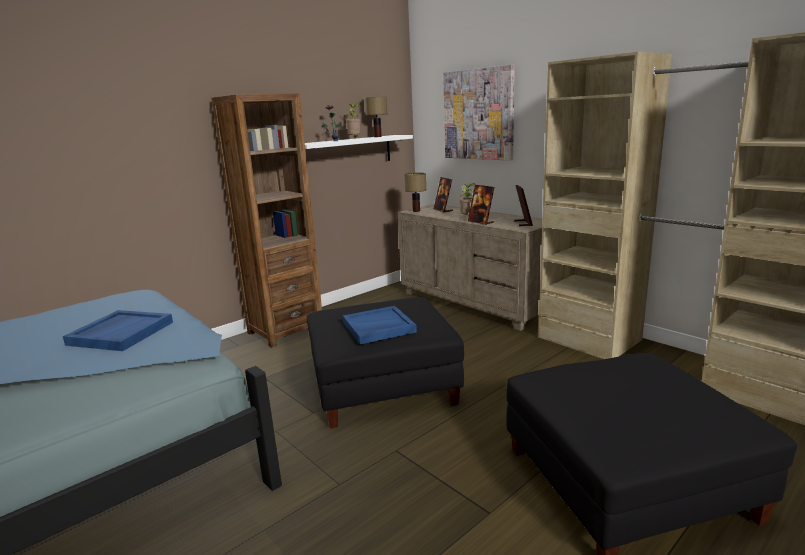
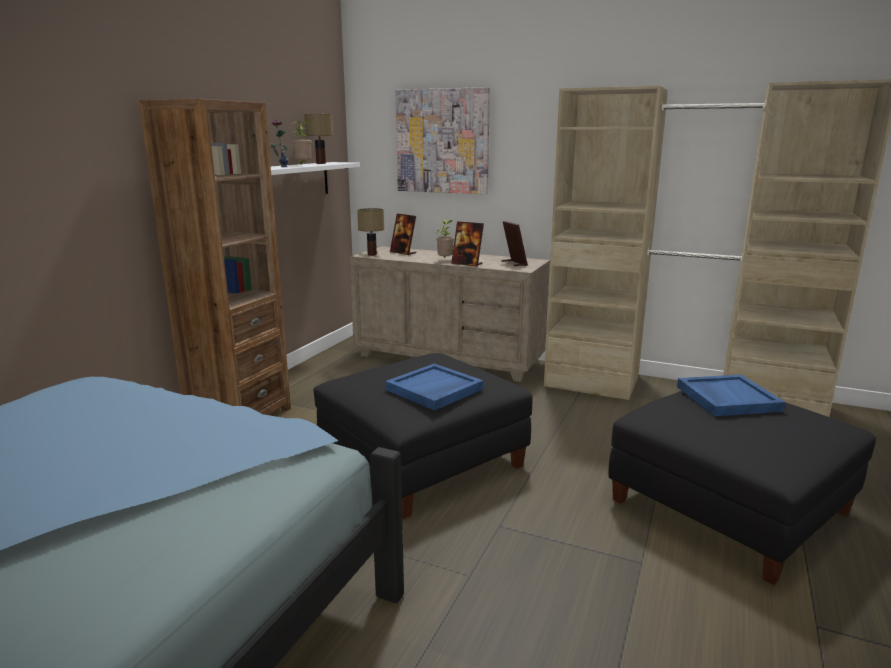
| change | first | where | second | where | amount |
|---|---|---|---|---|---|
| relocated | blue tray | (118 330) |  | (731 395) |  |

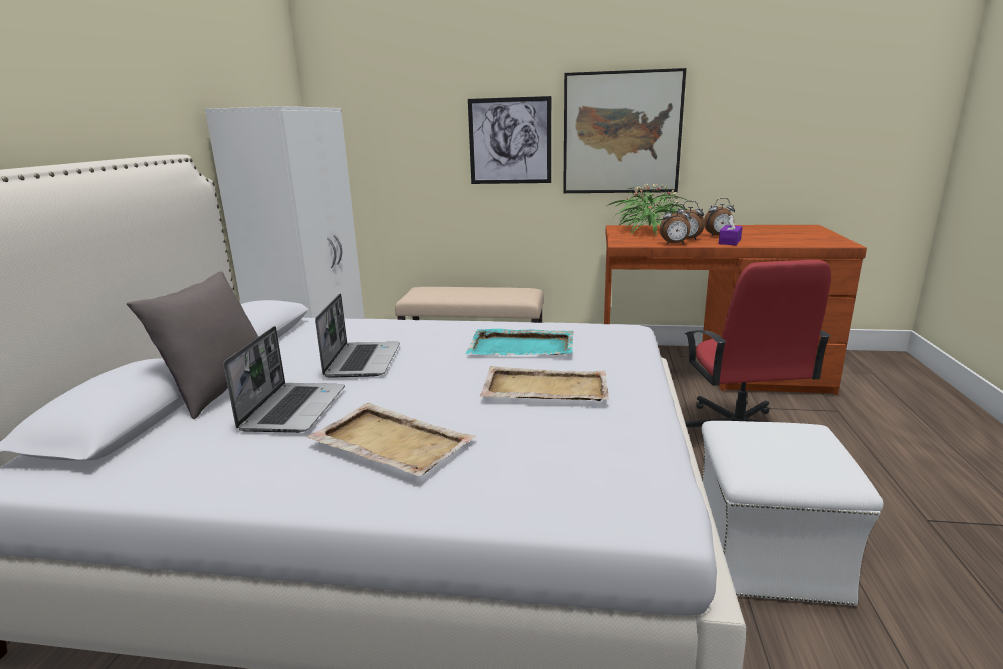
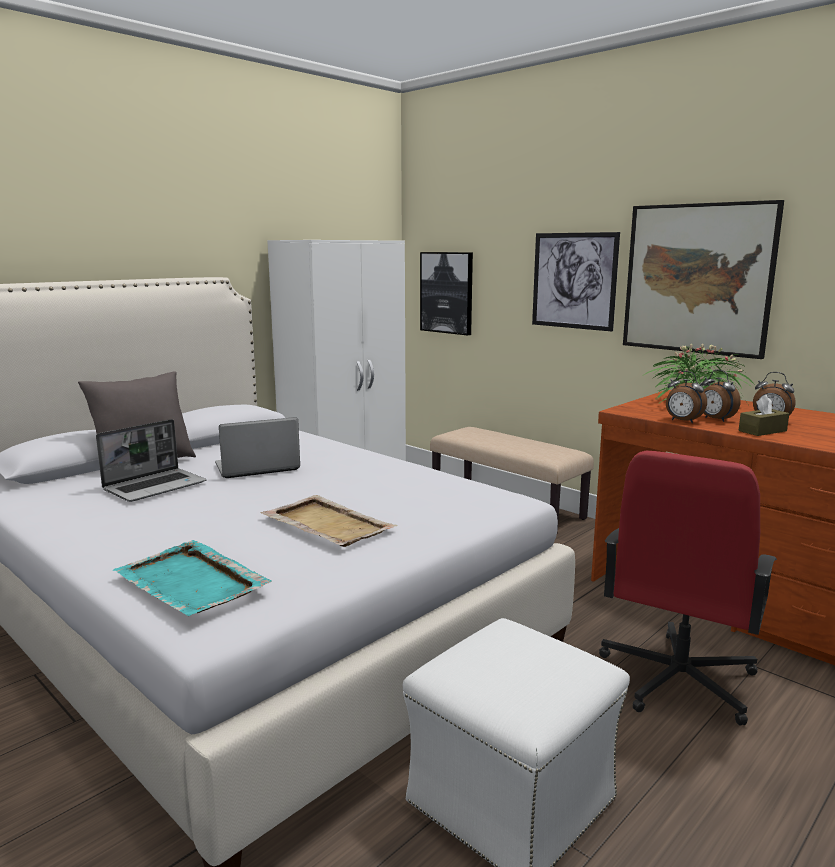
| change | first | where | second | where | amount |
|---|---|---|---|---|---|
| relocated | turquoise tray | (520 342) |  | (192 578) |  |
| spun | laptop | (357 336) |  | (257 447) | 150 degrees counterclockwise |
| appeared |  |  | picture | (446 293) |  |
| colour | purple tissue box | (731 229) | brown tissue box | (764 415) |  |
| missing | beige tray | (391 439) |  |  |  |

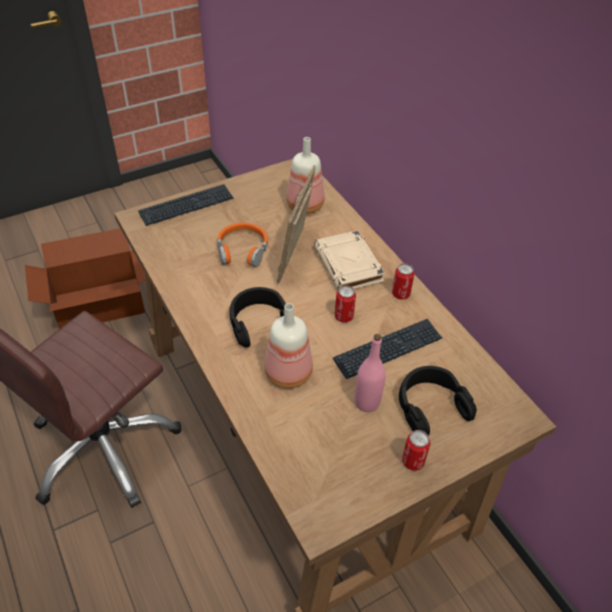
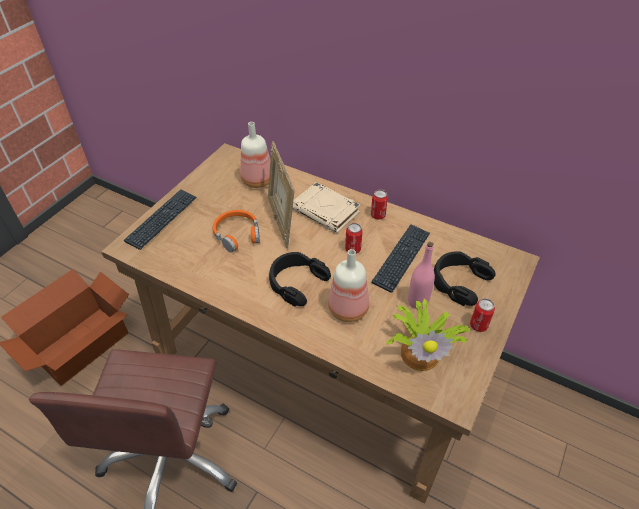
| change | first | where | second | where | amount |
|---|---|---|---|---|---|
| appeared |  |  | potted plant | (427 335) |  |

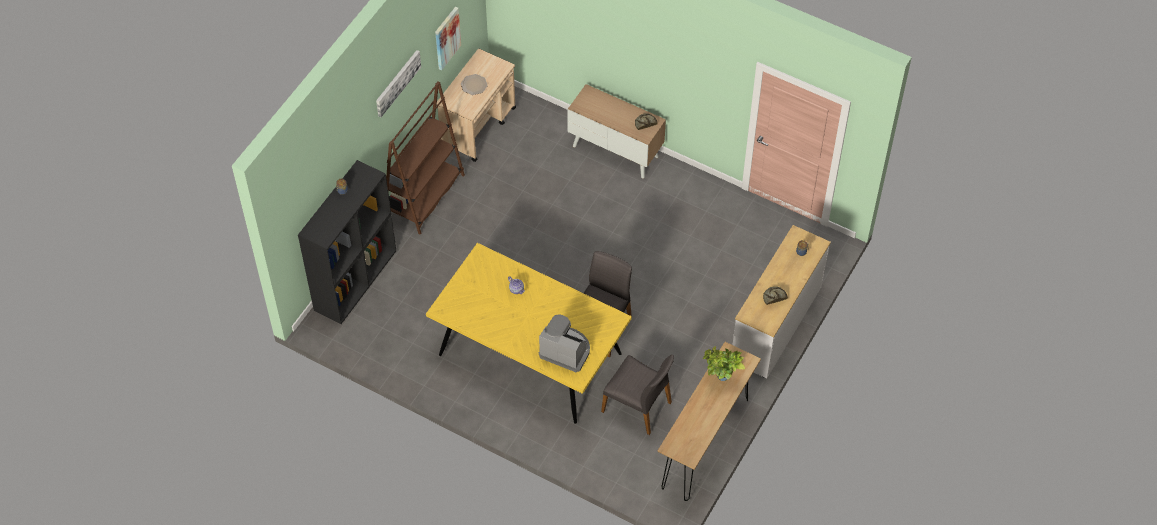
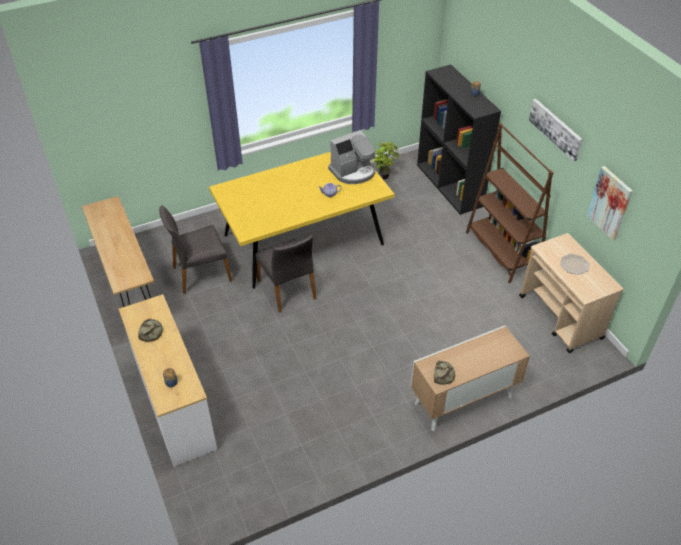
| change | first | where | second | where | amount |
|---|---|---|---|---|---|
| relocated | coffee machine | (564 343) |  | (351 157) |  |
| relocated | potted plant | (724 363) |  | (385 160) |  |

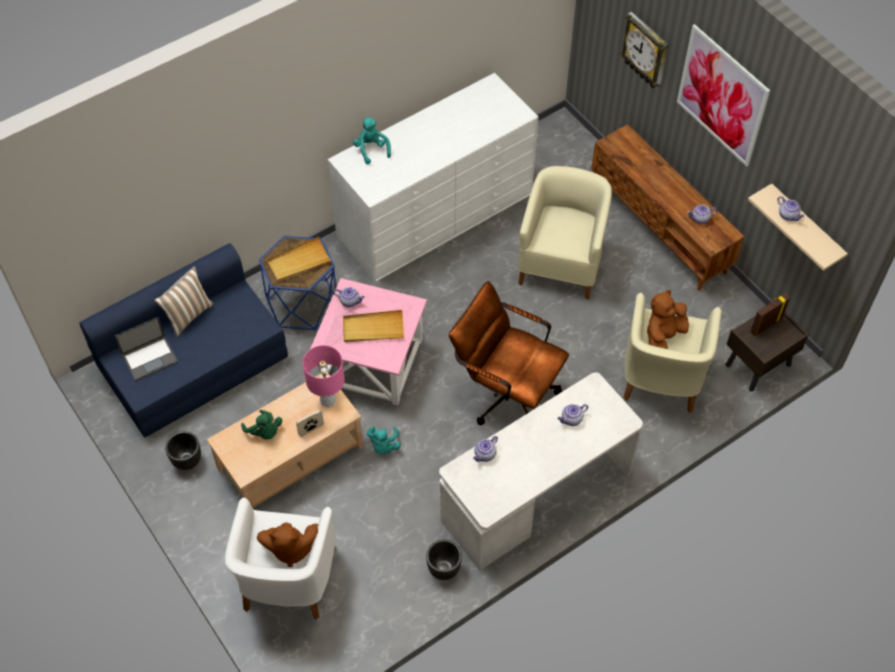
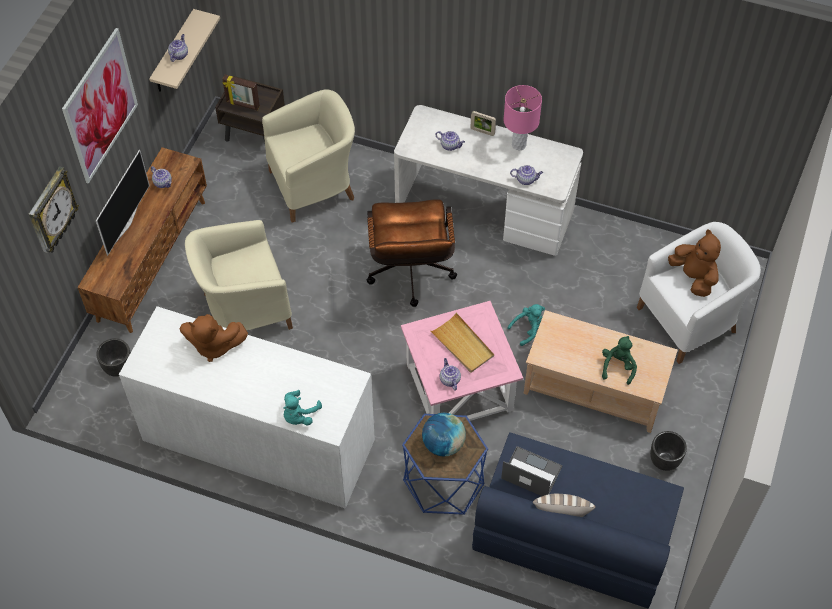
| change | first | where | second | where | amount |
|---|---|---|---|---|---|
| appeared |  |  | television | (123 203) |  |
| relocated | black planter | (444 560) |  | (113 357) |  |
| relocated | brown plush toy | (668 319) |  | (214 338) |  |
| exchanged | beige tray | (299 259) | globe | (444 435) |  |
| relocated | picture frame | (310 423) |  | (483 123) |  |
| relocated | laptop | (146 349) |  | (532 471) |  |
| relocated | pink table lamp | (324 376) |  | (522 118) |  |

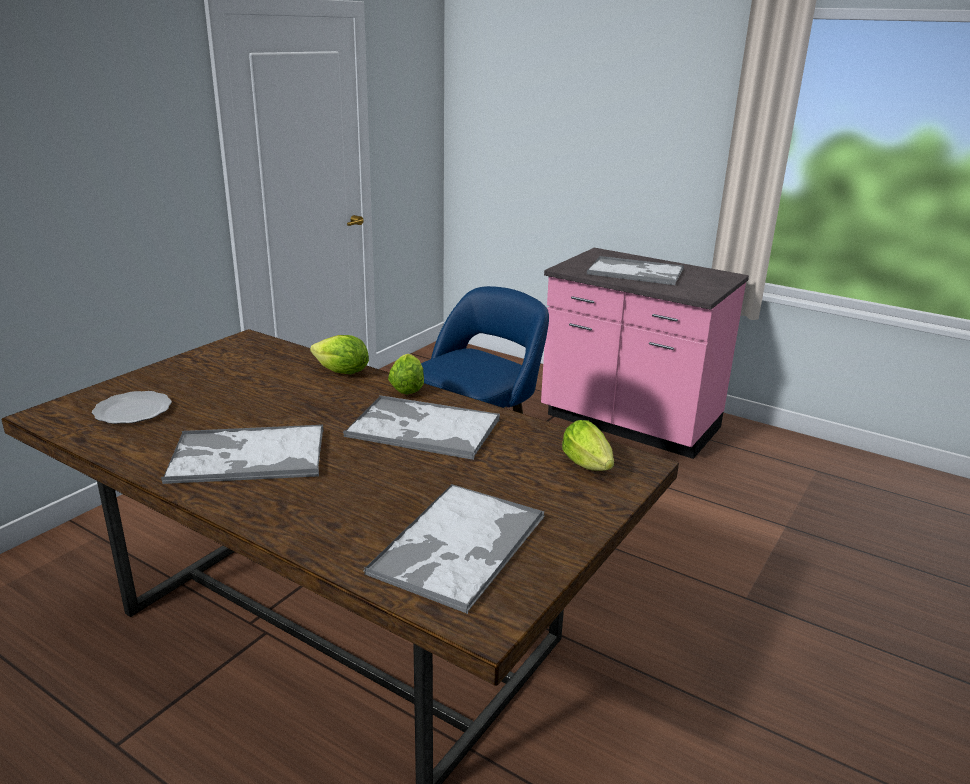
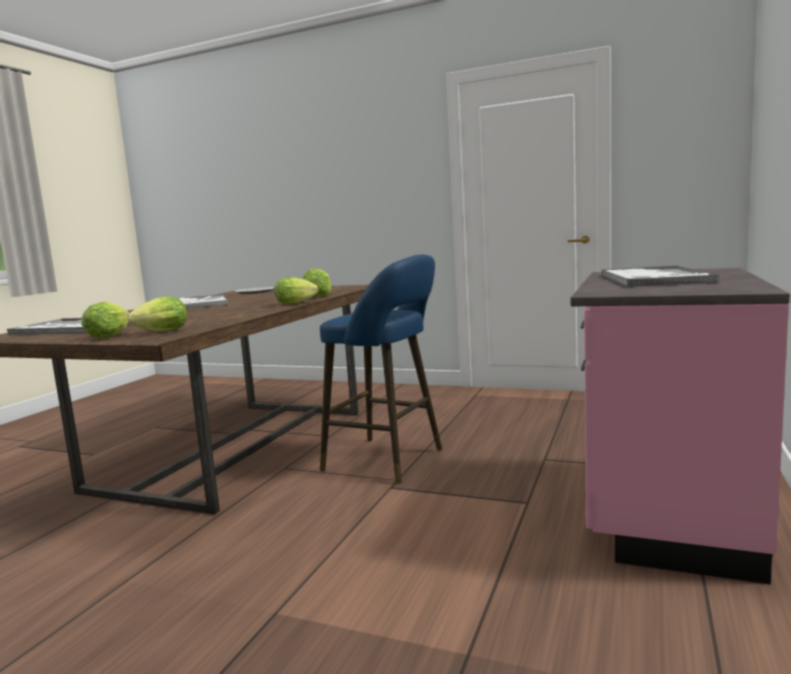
| change | first | where | second | where | amount |
|---|---|---|---|---|---|
| appeared |  |  | lettuce | (105 320) |  |
| missing | tray | (421 427) |  |  |  |

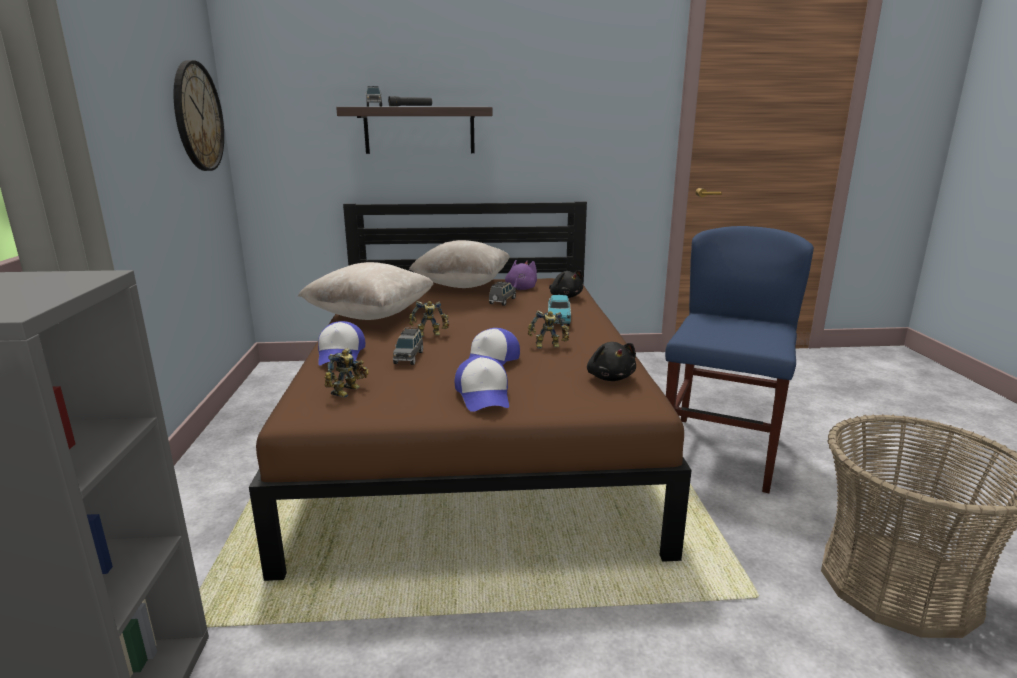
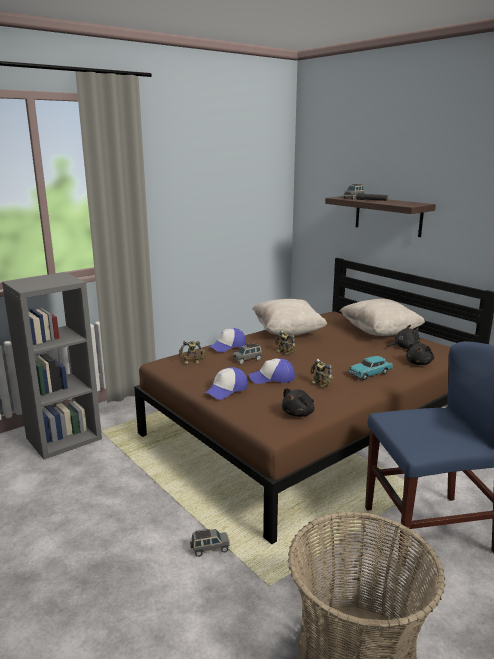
| change | first | where | second | where | amount |
|---|---|---|---|---|---|
| relocated | grey toy car | (502 294) |  | (210 543) |  |
| colour | purple plush toy | (521 275) | black plush toy | (403 337) |  |
| missing | wall clock | (199 115) |  |  |  |

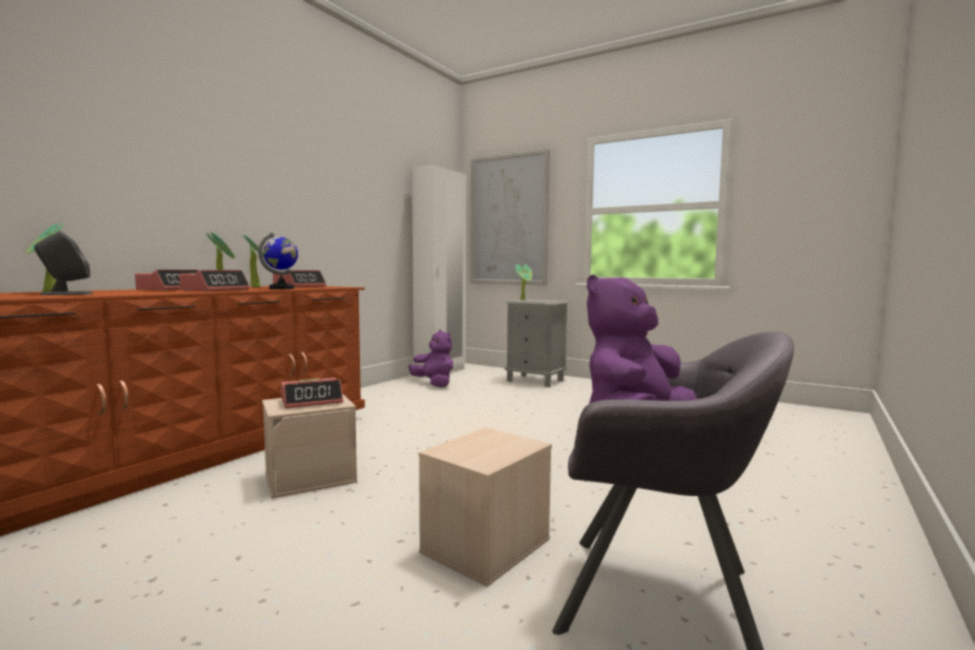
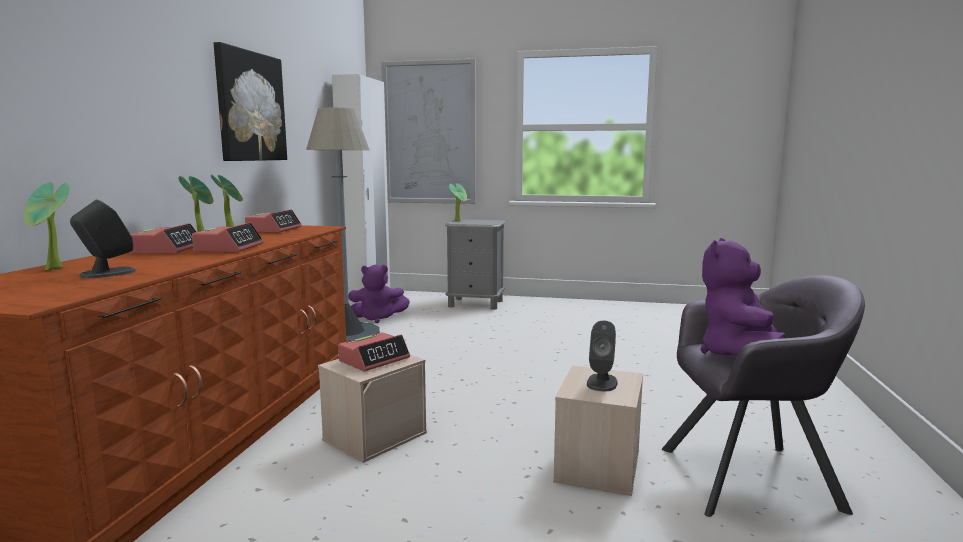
| change | first | where | second | where | amount |
|---|---|---|---|---|---|
| appeared |  |  | picture | (250 101) |  |
| appeared |  |  | grey floor lamp | (343 225) |  |
| spun | purple plush toy | (430 358) |  | (379 293) | 150 degrees clockwise |
| appeared |  |  | grey speaker | (602 356) |  |
| missing | globe | (278 260) |  |  |  |

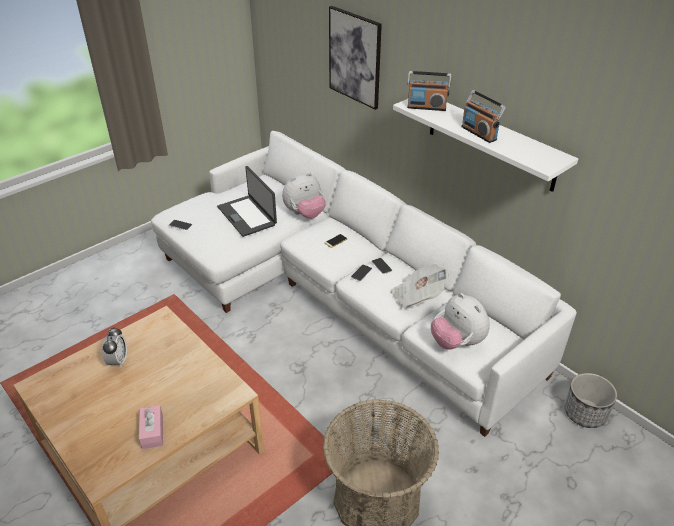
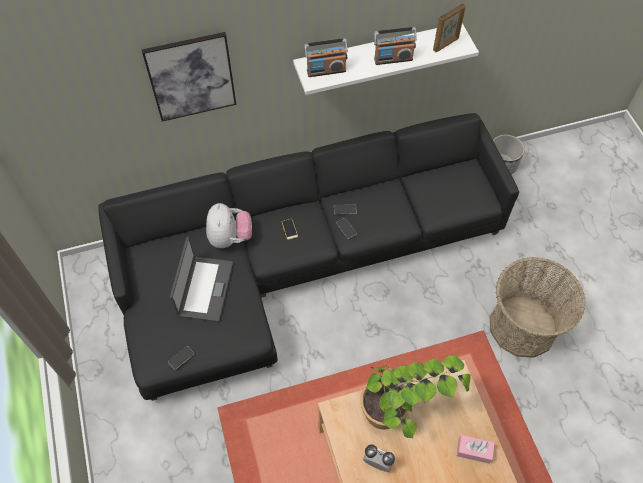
| change | first | where | second | where | amount |
|---|---|---|---|---|---|
| colour | white sofa | (364 284) | black sofa | (308 257) |  |
| spun | laptop | (247 201) |  | (201 279) | 75 degrees counterclockwise |
| spun | radio | (429 91) |  | (326 57) | 45 degrees clockwise |
| appeared |  |  | potted plant | (415 396) |  |
| appeared |  |  | picture frame | (449 27) |  |
| missing | newspaper | (420 286) |  |  |  |
| missing | plush toy | (460 321) |  |  |  |

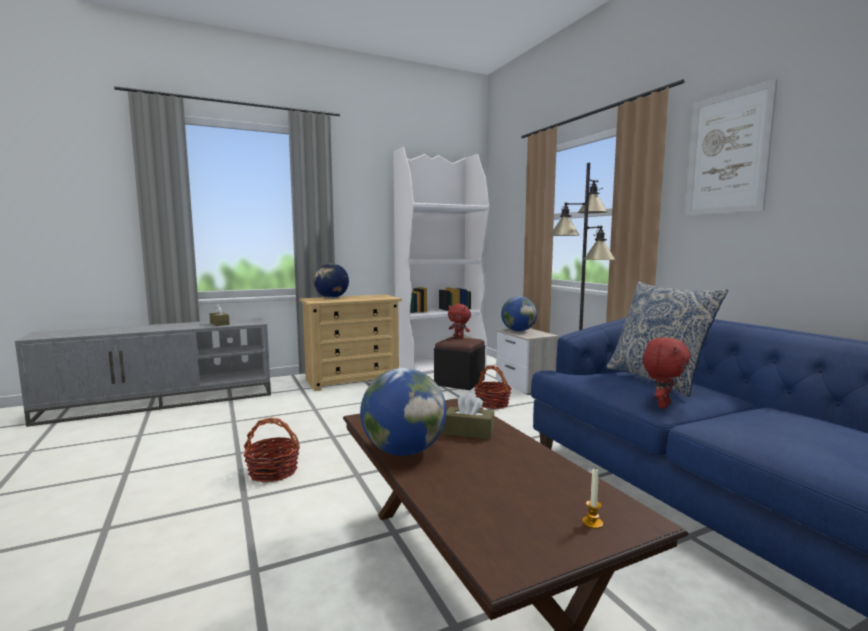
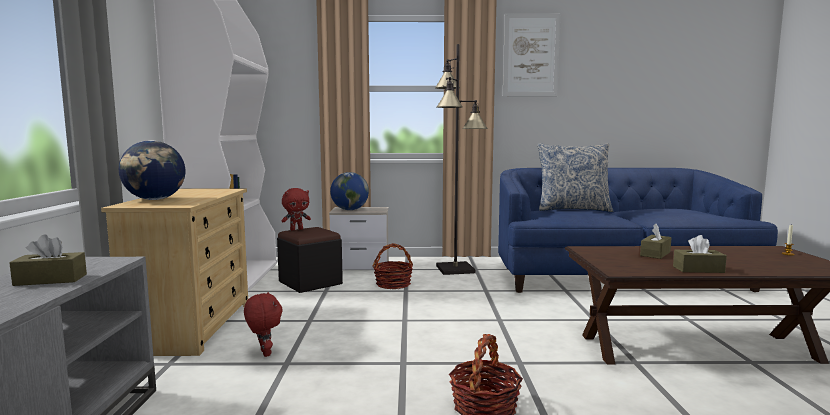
| change | first | where | second | where | amount |
|---|---|---|---|---|---|
| relocated | red plush toy | (667 372) |  | (263 324) |  |
| exchanged | globe | (403 412) | brown tissue box | (700 254) |  |

